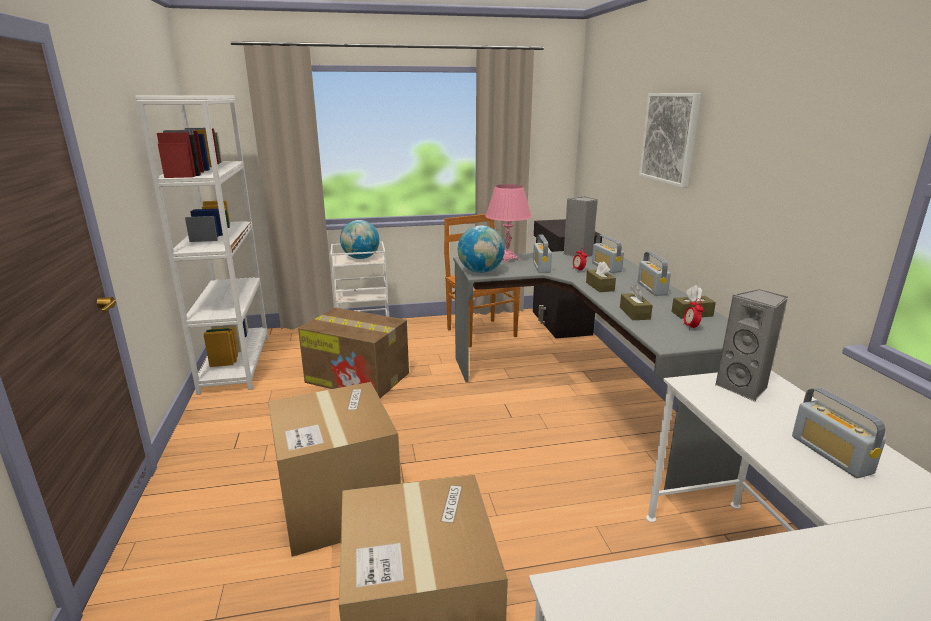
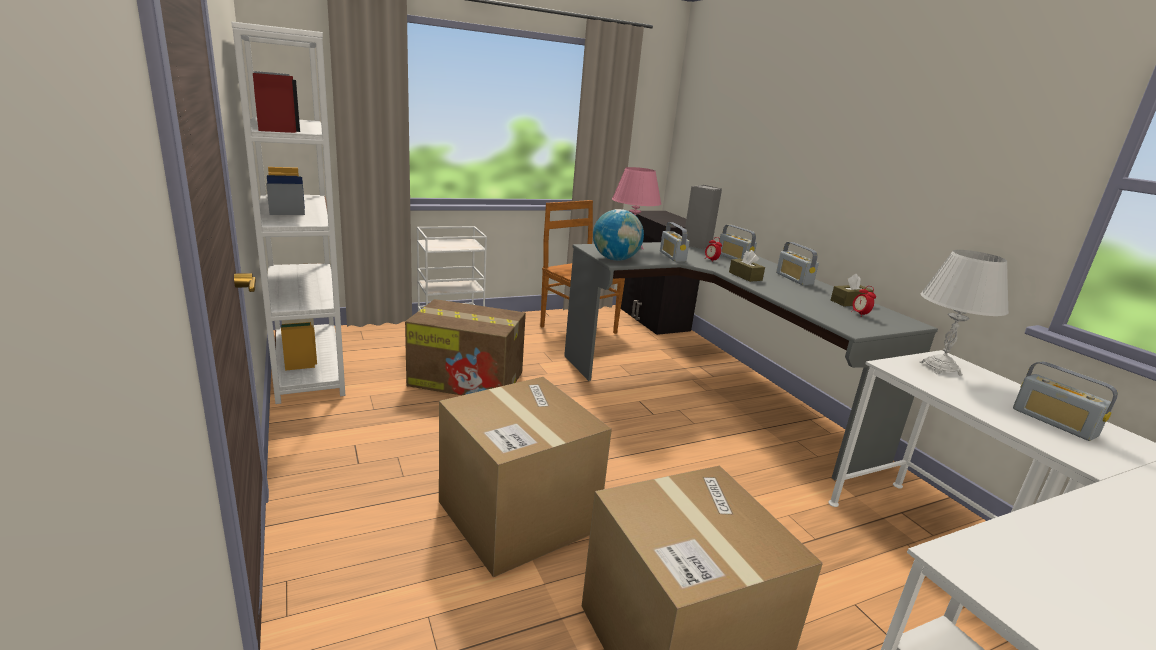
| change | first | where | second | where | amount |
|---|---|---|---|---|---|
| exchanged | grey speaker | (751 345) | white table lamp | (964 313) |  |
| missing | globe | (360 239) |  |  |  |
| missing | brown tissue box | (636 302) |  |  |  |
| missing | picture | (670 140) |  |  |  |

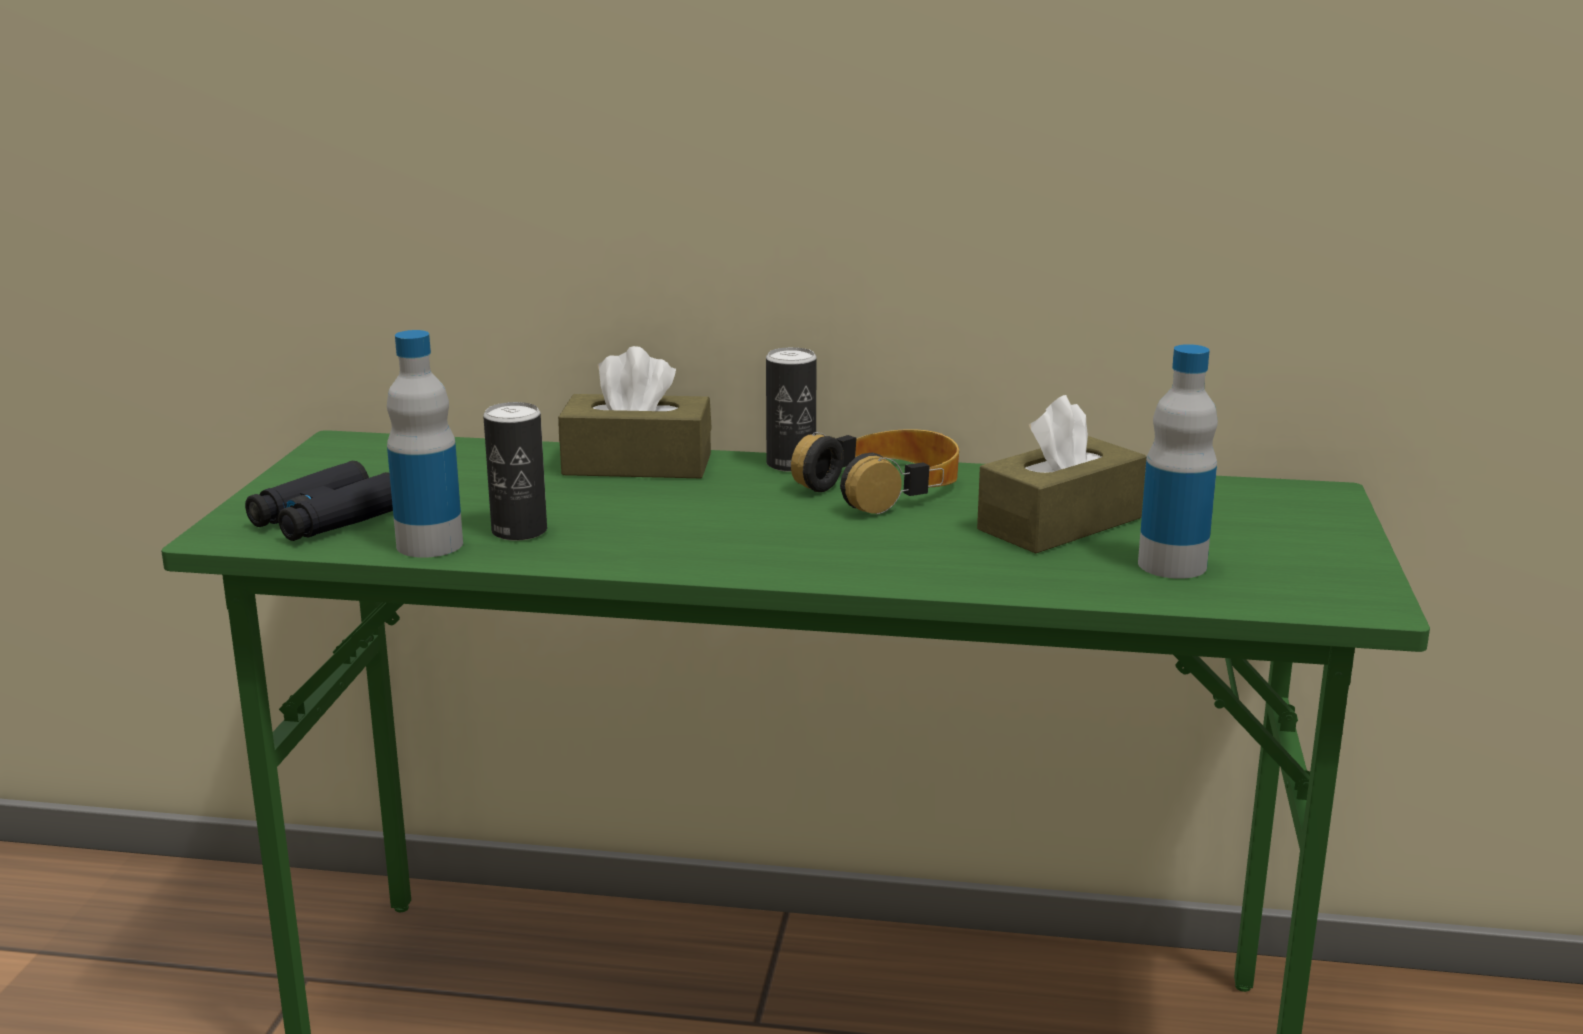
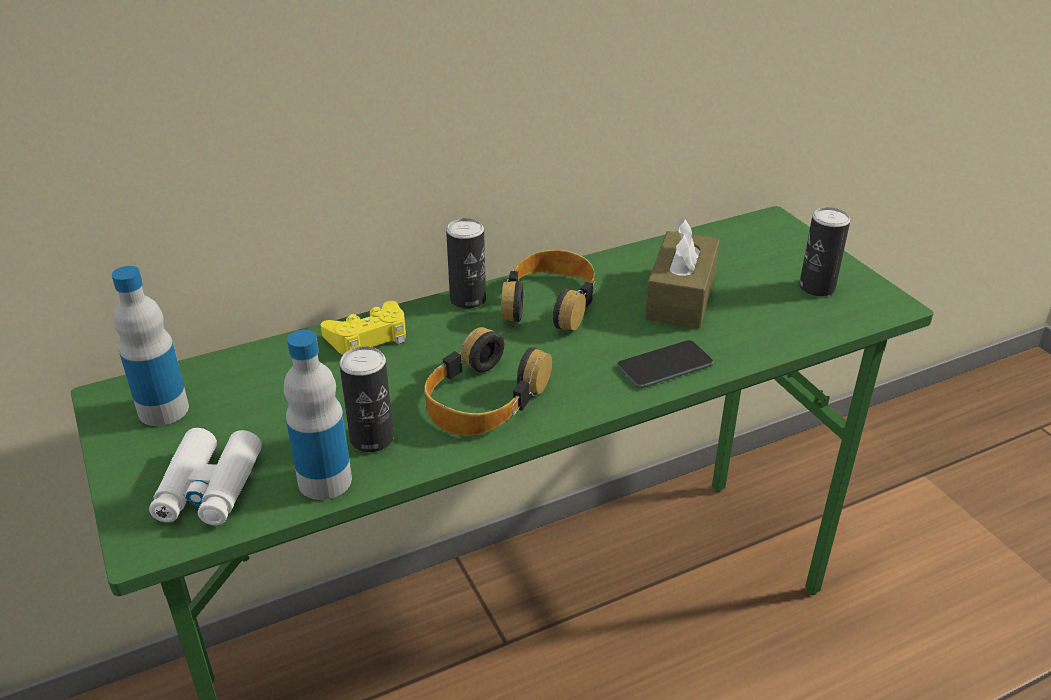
| change | first | where | second | where | amount |
|---|---|---|---|---|---|
| relocated | bottle | (1178 461) |  | (150 346) |  |
| colour | black binoculars | (319 501) | white binoculars | (205 477) |  |
| exchanged | brown tissue box | (635 412) | yellow game controller | (363 328) |  |
| appeared |  |  | headphones | (488 381) |  |
| appeared |  |  | phone | (665 364) |  |
| appeared |  |  | can | (824 251) |  |

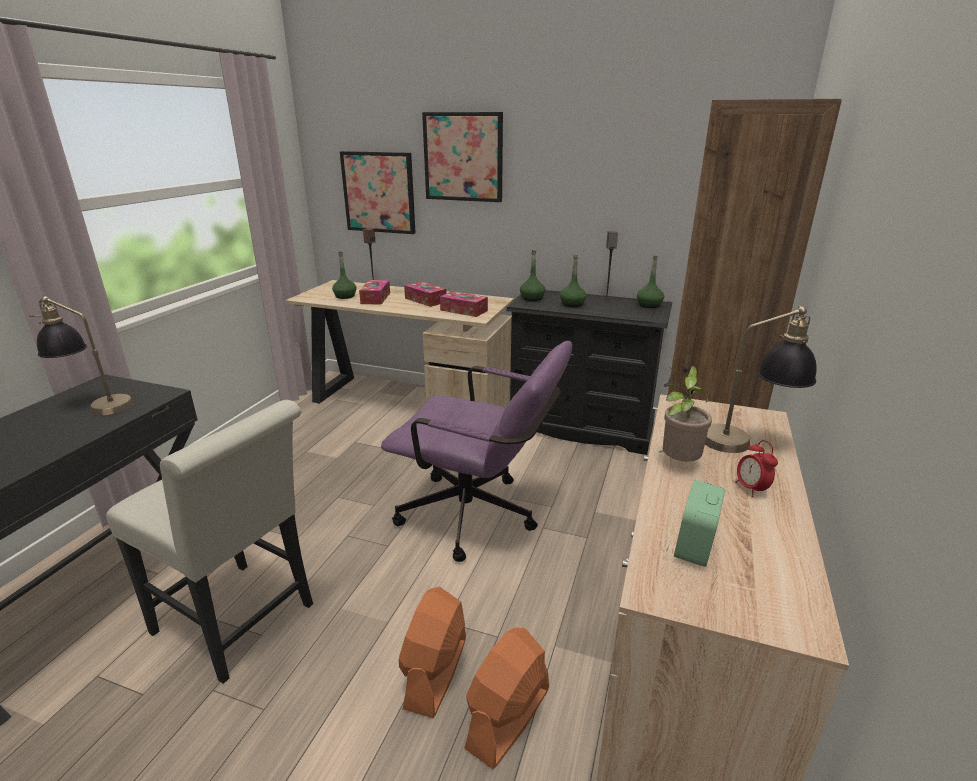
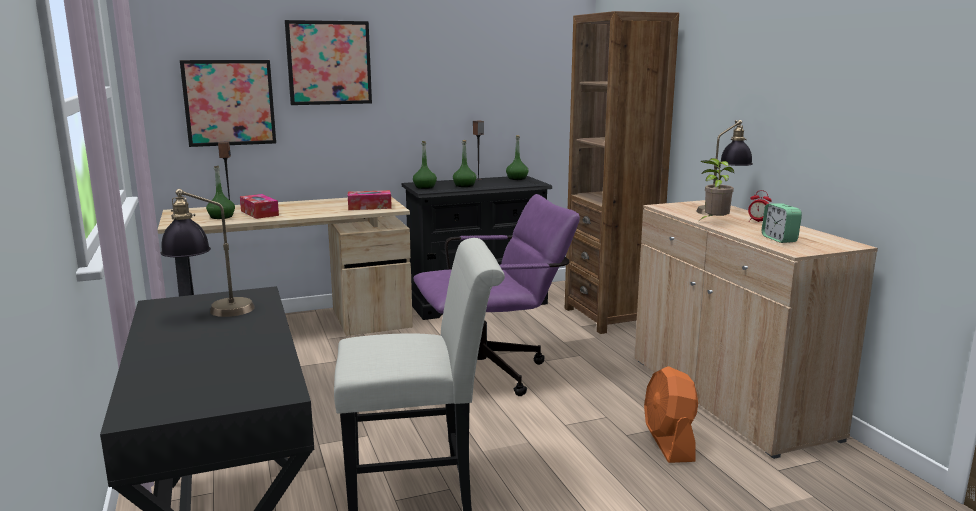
| change | first | where | second | where | amount |
|---|---|---|---|---|---|
| missing | orange fan | (432 652) |  |  |  |
| missing | tissue box | (425 294) |  |  |  |

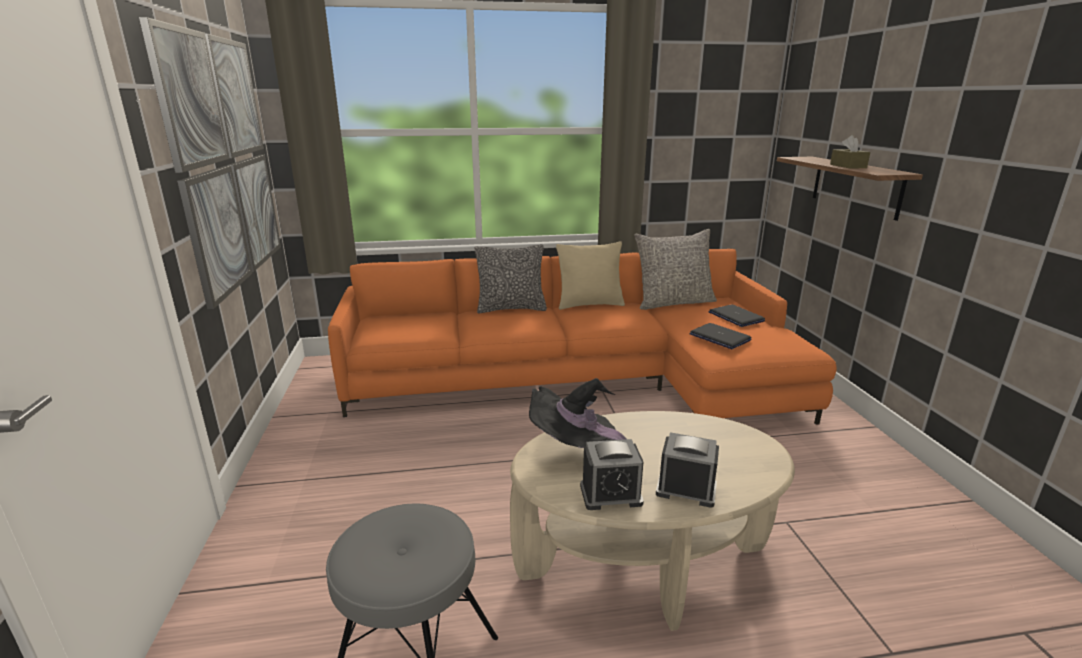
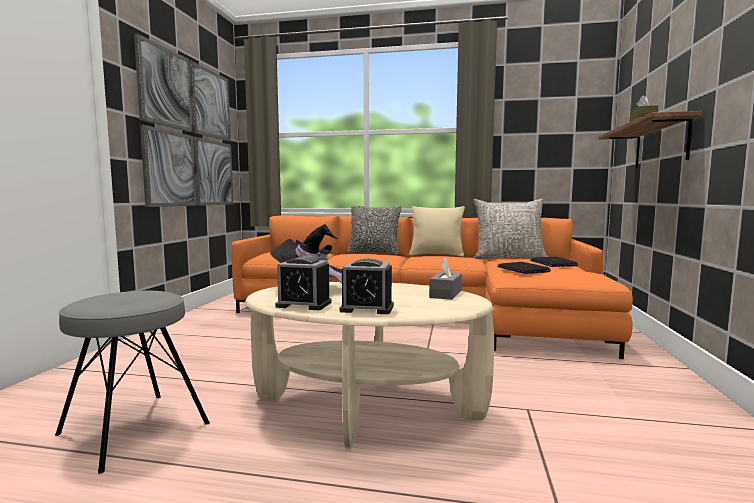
| change | first | where | second | where | amount |
|---|---|---|---|---|---|
| spun | alarm clock | (687 470) |  | (366 286) | 150 degrees clockwise |
| appeared |  |  | grey tissue box | (445 279) |  |

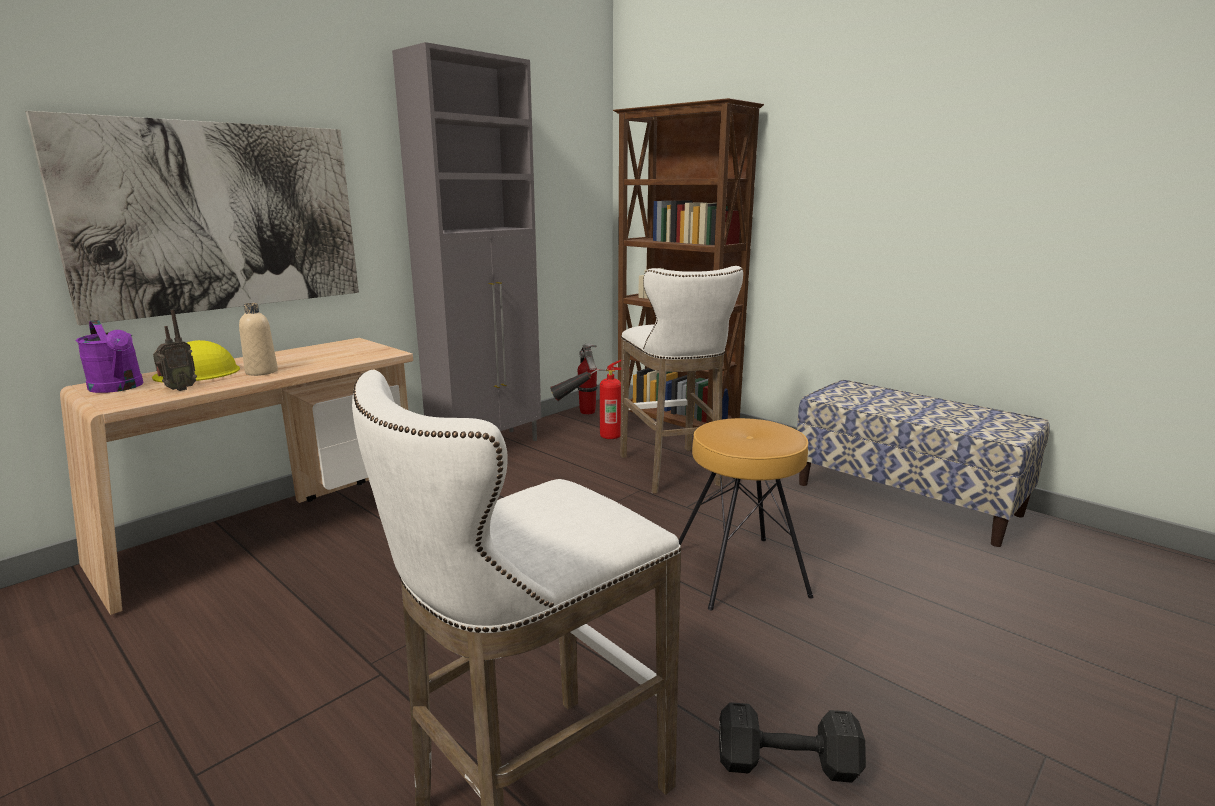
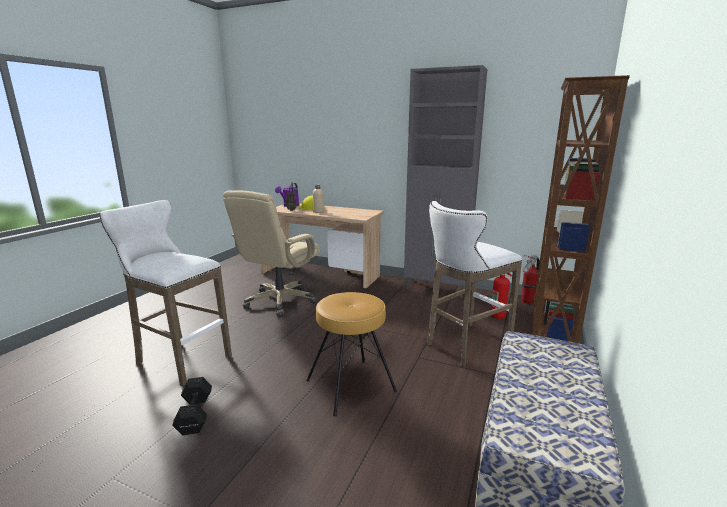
| change | first | where | second | where | amount |
|---|---|---|---|---|---|
| appeared |  |  | beige office chair | (271 254) |  |
| missing | picture | (192 218) |  |  |  |

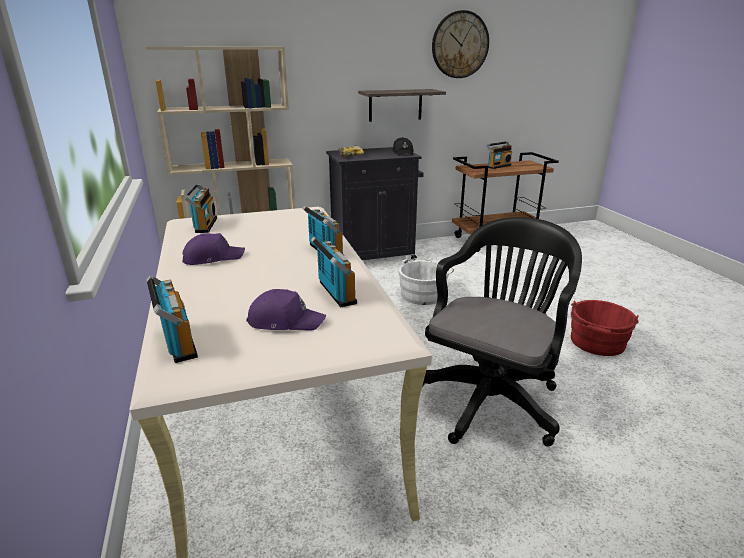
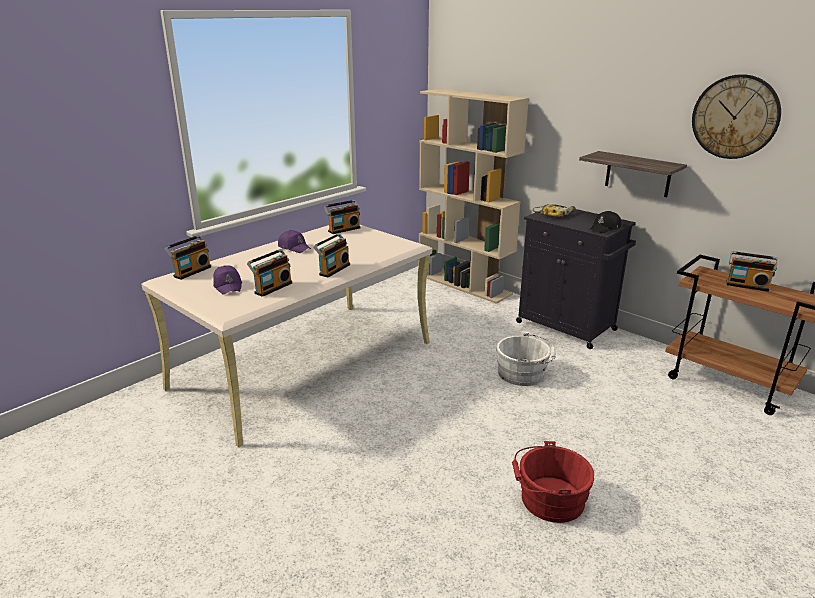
| change | first | where | second | where | amount |
|---|---|---|---|---|---|
| missing | black office chair | (502 332) |  |  |  |

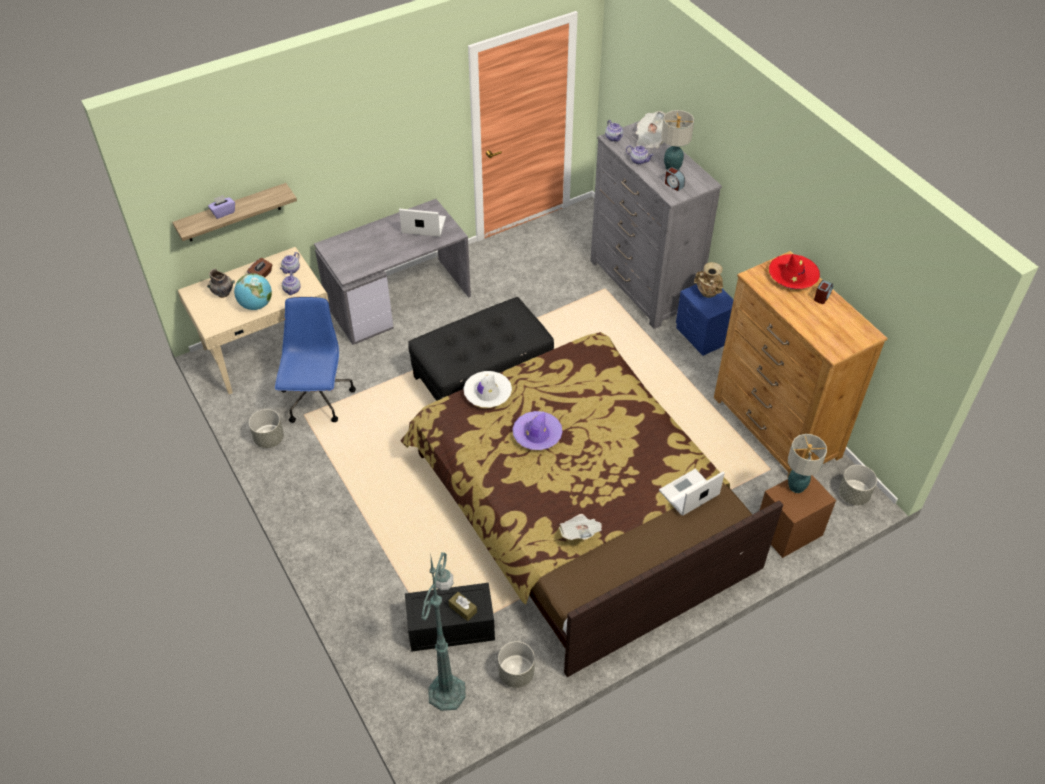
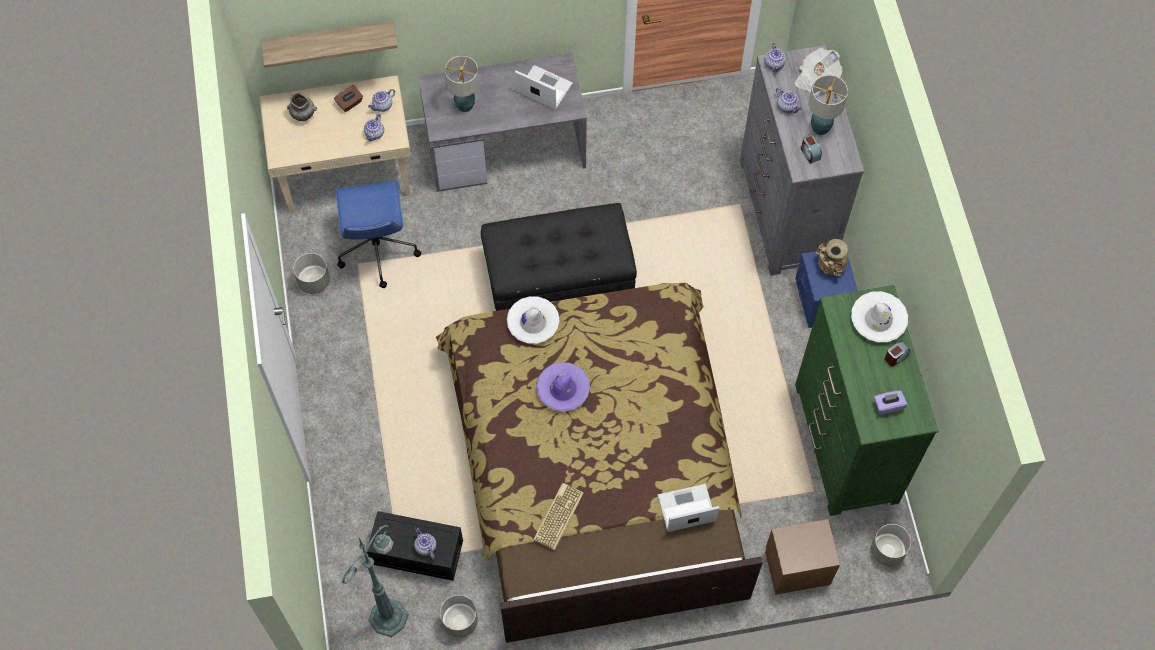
| change | first | where | second | where | amount |
|---|---|---|---|---|---|
| spun | blue office chair | (315 360) |  | (378 234) | 150 degrees clockwise |
| exchanged | brown tissue box | (463 606) | teapot | (425 543) |  |
| relocated | table lamp | (807 463) |  | (462 84) |  |
| exchanged | newspaper | (580 527) | keyboard | (559 516) |  |
| colour | brown dresser | (801 364) | green dresser | (866 400) |  |
| colour | red hat | (794 271) | white hat | (879 316) |  |
| relocated | purple tissue box | (221 207) |  | (890 403) |  |
| missing | globe | (253 291) |  |  |  |

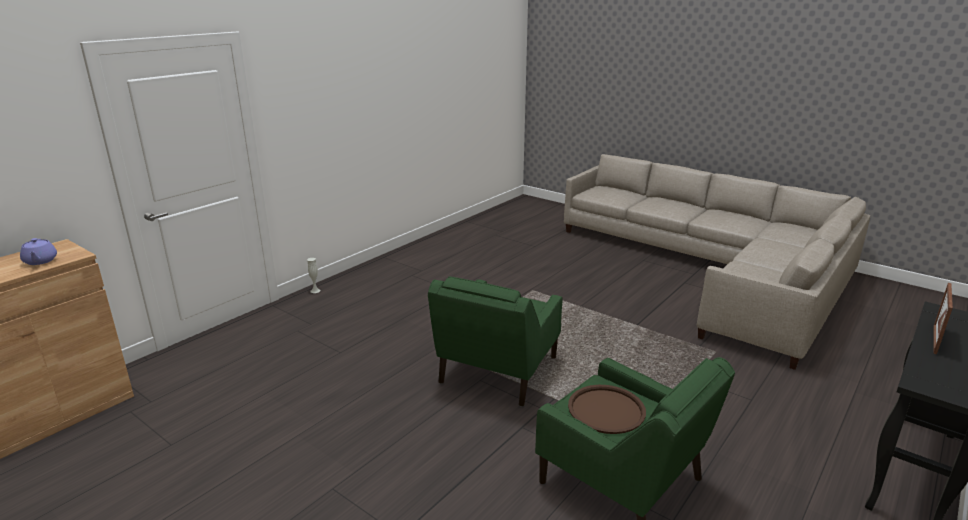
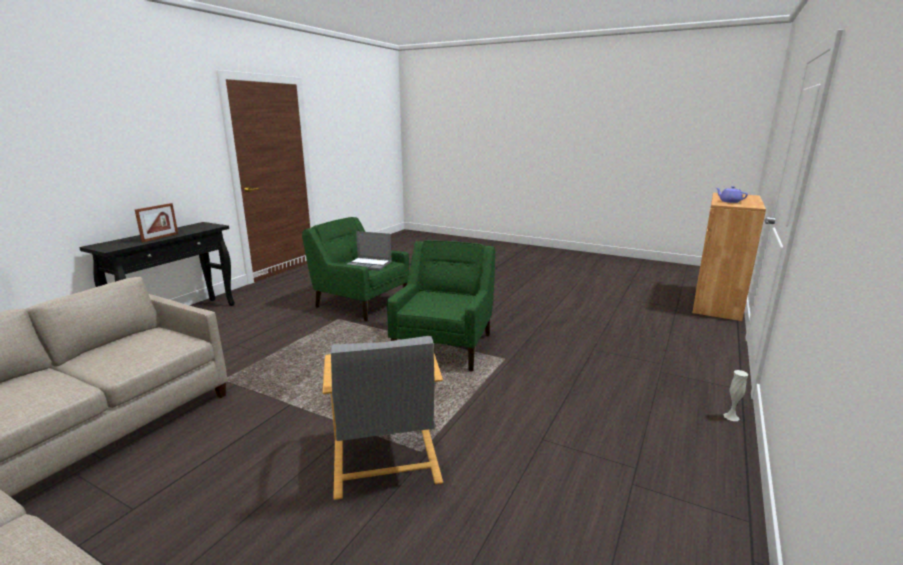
| change | first | where | second | where | amount |
|---|---|---|---|---|---|
| appeared |  |  | grey armchair | (383 418) |  |
| exchanged | brown tray | (607 409) | laptop | (369 251) |  |

